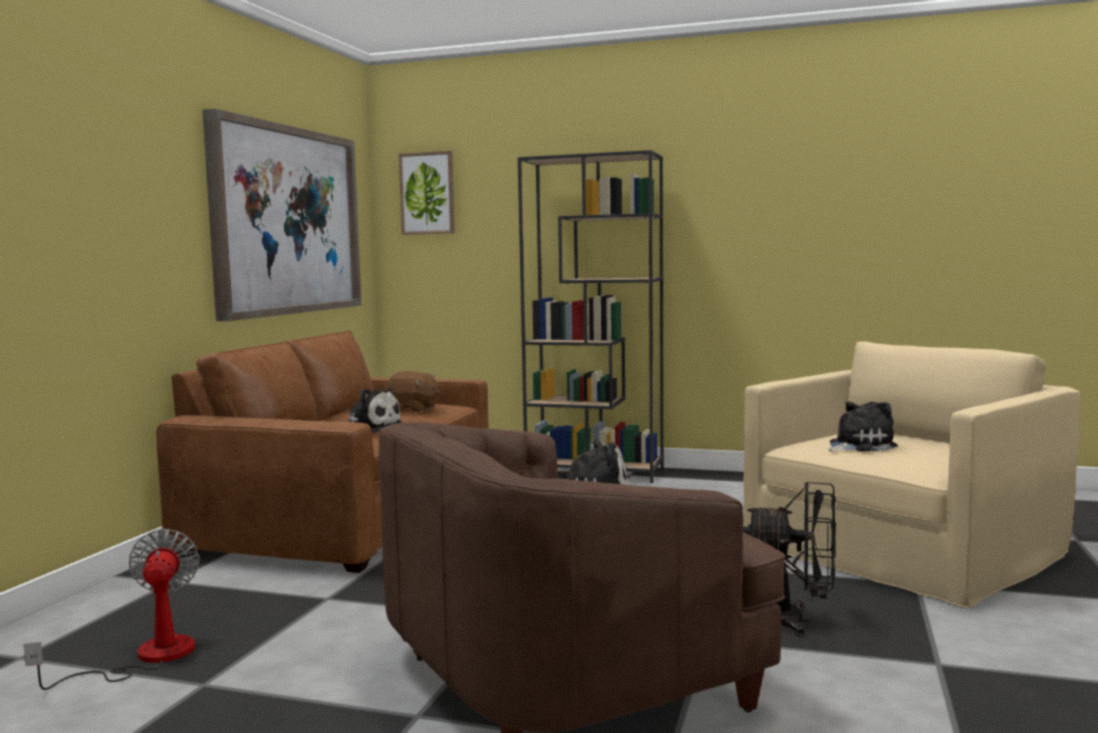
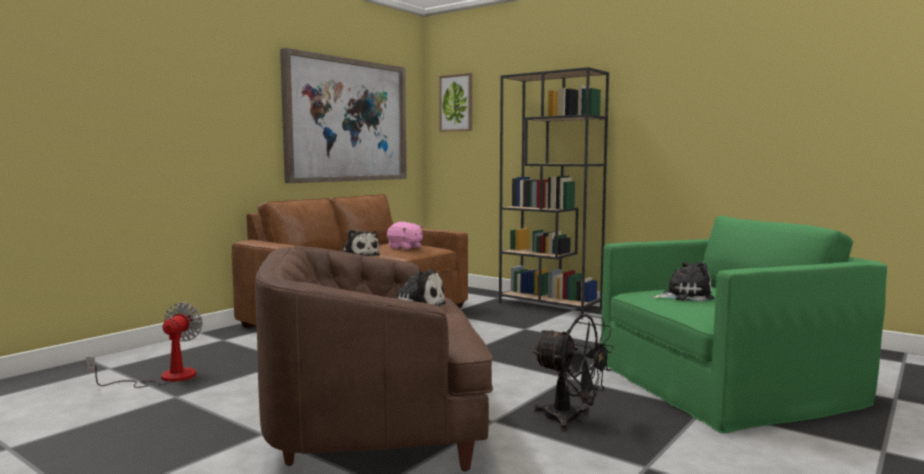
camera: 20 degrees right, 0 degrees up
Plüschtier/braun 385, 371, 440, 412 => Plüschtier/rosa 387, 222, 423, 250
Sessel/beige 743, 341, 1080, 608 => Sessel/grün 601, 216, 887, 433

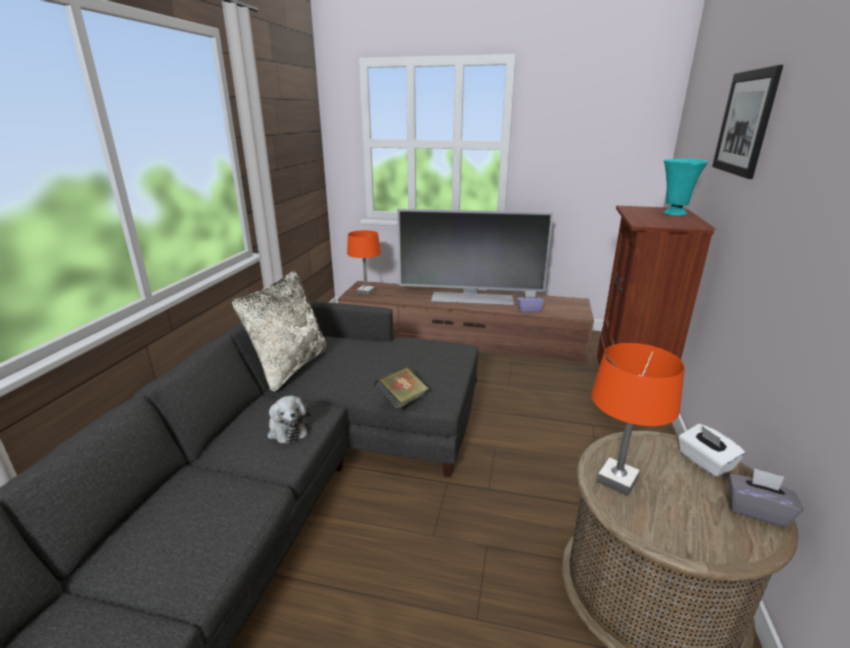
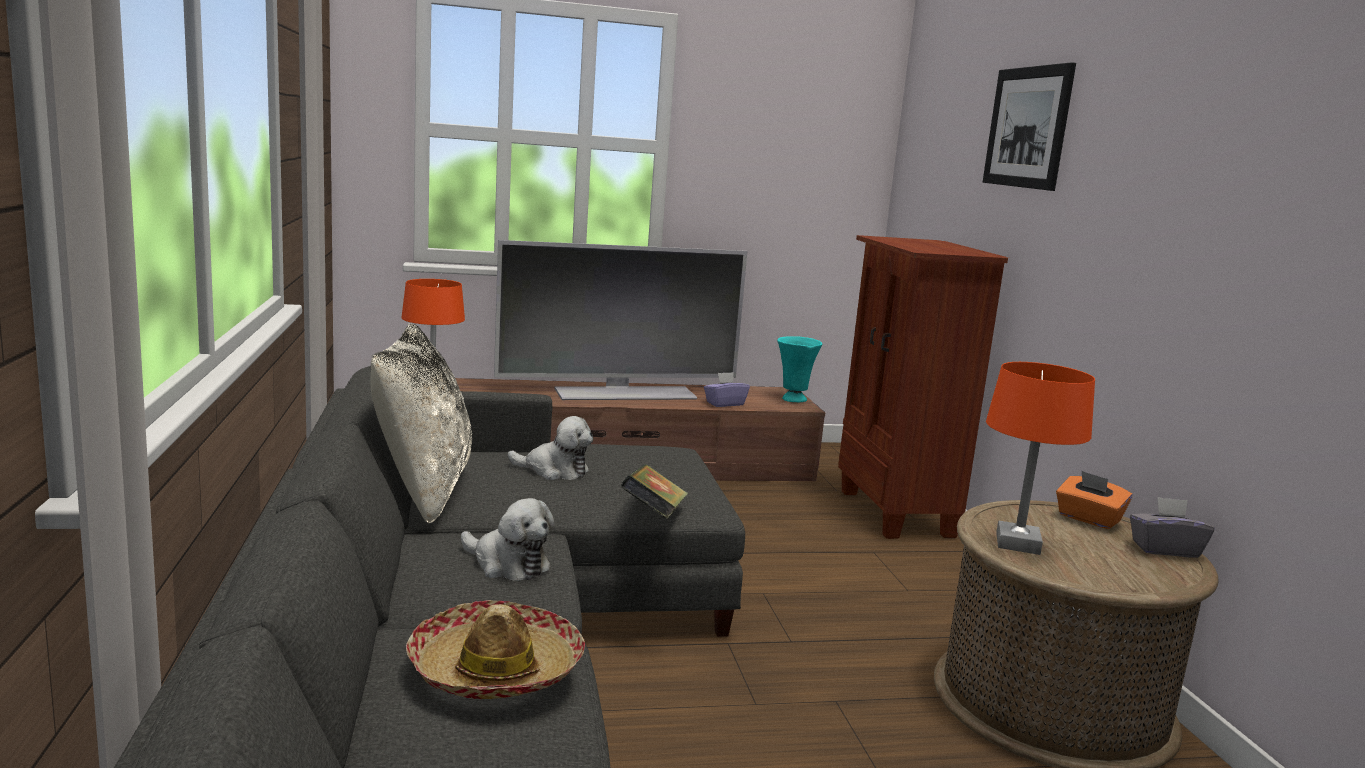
camera: 25 degrees left, 10 degrees down
nothing => Hut 406, 600, 585, 699
nothing => Plüschtier 508, 416, 593, 480
Vase/türkis 664, 159, 708, 216 => Vase/türkis 777, 336, 822, 402, moved
Taschentuchbox/weiß 678, 424, 745, 477 => Taschentuchbox/orange 1056, 471, 1132, 529

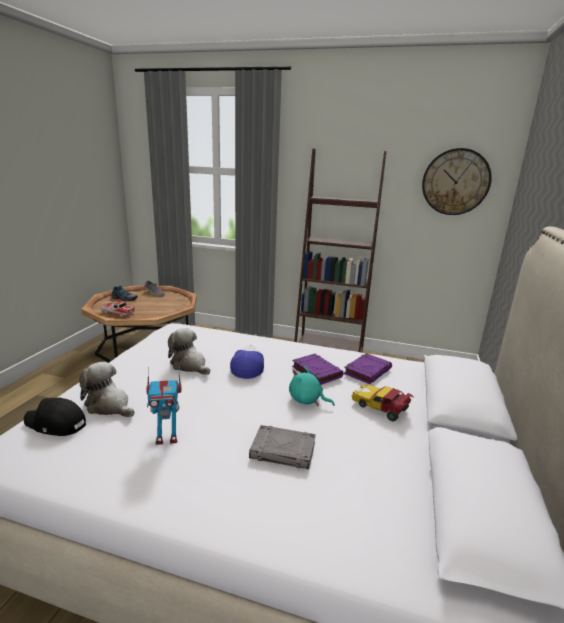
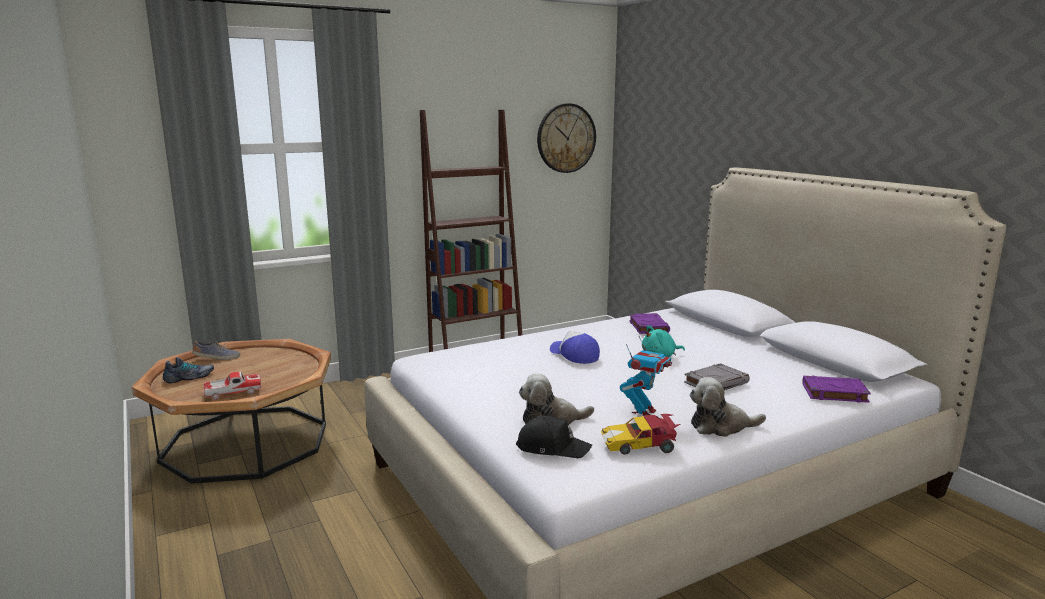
camera: 45 degrees left, 5 degrees down
Kappe/schwarz 24, 398, 86, 436 => Kappe/schwarz 516, 415, 592, 458, 135 degrees counterclockwise
Spielzeugauto 352, 385, 414, 421 => Spielzeugauto 601, 414, 680, 455, moved
Plüschtier 168, 328, 210, 375 => Plüschtier 690, 377, 766, 437, moved
Buch/lila 292, 354, 344, 385 => Buch/lila 802, 376, 871, 403, moved

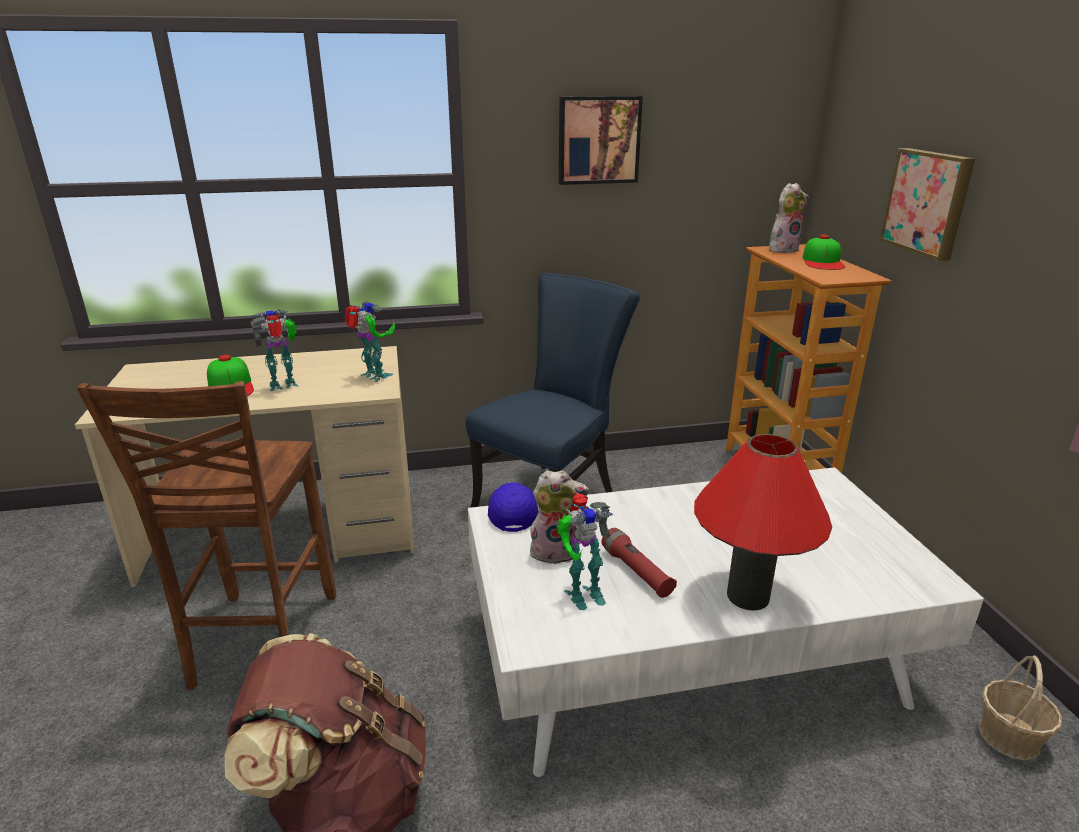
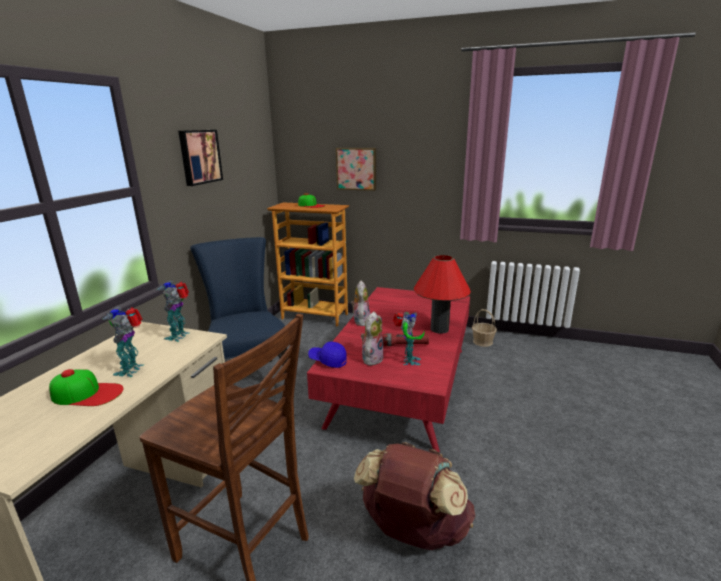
camera: 60 degrees left, 5 degrees down
Spielzeugroboter 345, 301, 395, 382 => Spielzeugroboter 157, 281, 190, 342, 60 degrees counterclockwise
Couchtisch/weiß 468, 467, 984, 777 => Couchtisch/rot 307, 287, 470, 452
Plüschtier 769, 183, 809, 253 => Plüschtier 351, 281, 370, 326, moved

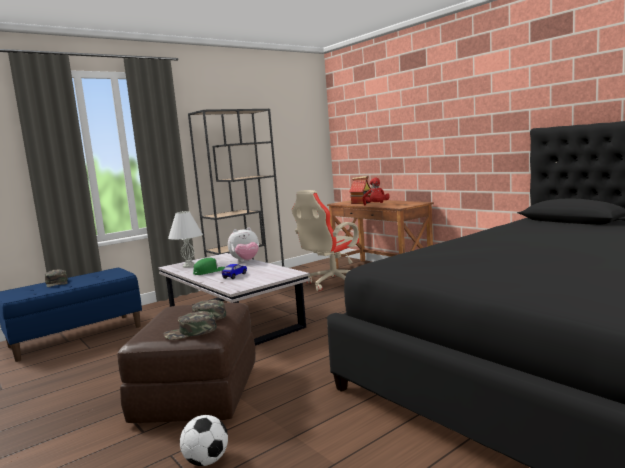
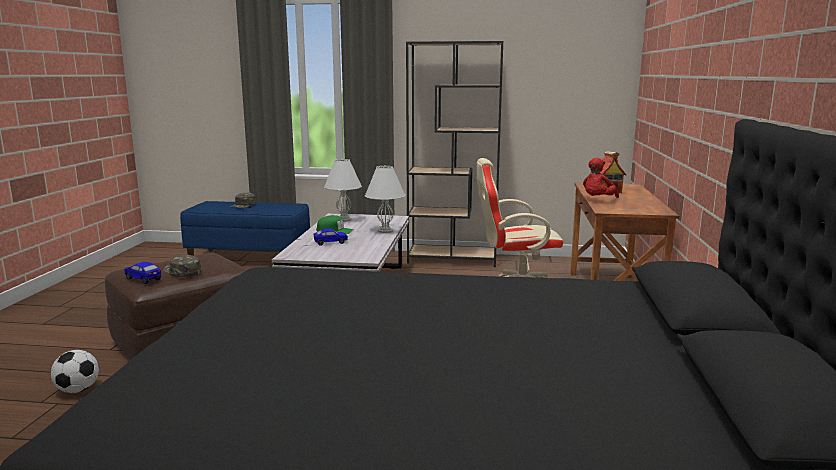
camera: 45 degrees right, 5 degrees up
Kappe/grün 163, 311, 216, 340 => Spielzeugauto 124, 262, 161, 284
Plüschtier 228, 227, 259, 262 => Tischlampe/weiß 365, 165, 405, 233

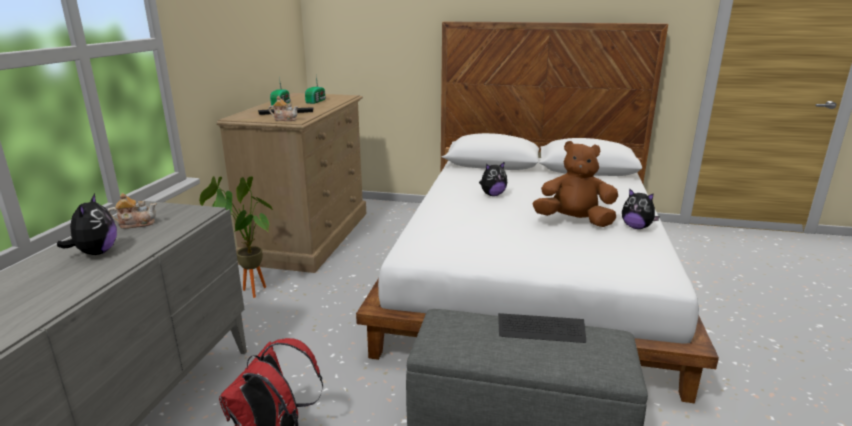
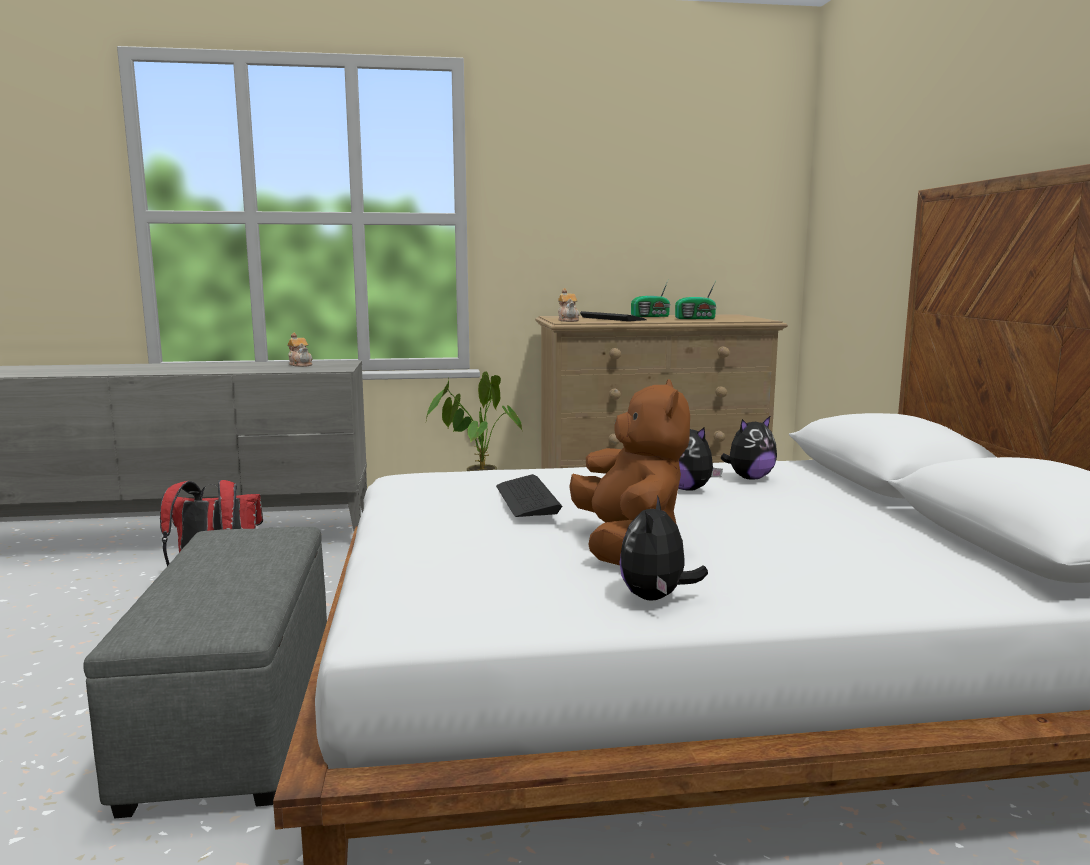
camera: 70 degrees right, 10 degrees down
Tastatur 498, 313, 586, 343 => Tastatur 496, 474, 562, 517, moved
Plüschtier 57, 193, 117, 255 => Plüschtier 720, 415, 777, 479, moved

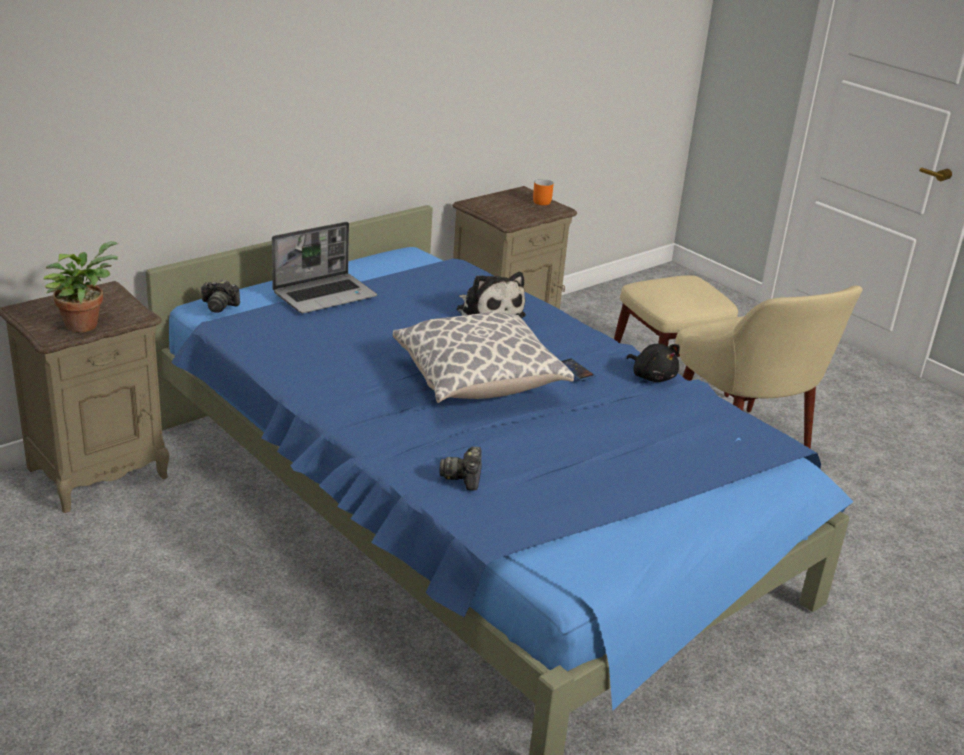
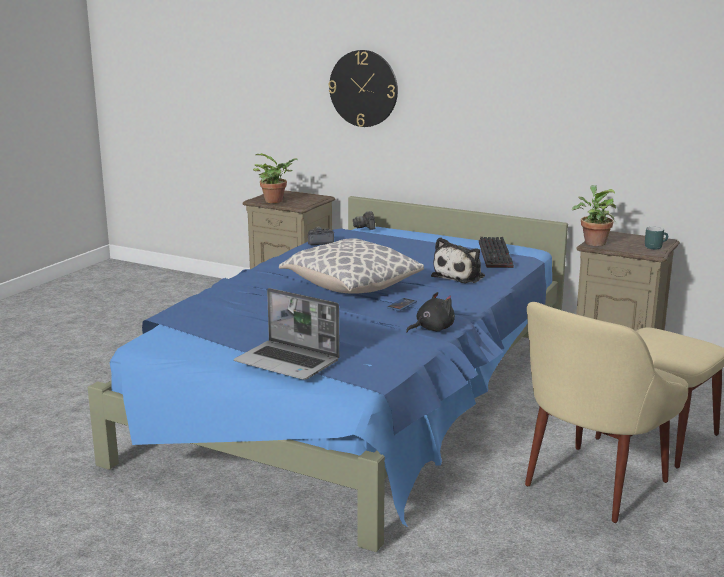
camera: 70 degrees right, 10 degrees down
Laptop 272, 222, 377, 313 => Laptop 234, 288, 340, 380, moved
Kamera 440, 447, 482, 490 => Kamera 308, 227, 334, 245, moved
nothing => Wanduhr 329, 50, 398, 127
Plüschtier/schwarz 627, 344, 680, 382 => Plüschtier/schwarz 406, 292, 455, 332, 150 degrees counterclockwise
nothing => Tastatur 479, 237, 514, 268
nothing => Topfpflanze 572, 185, 616, 246
Henkelbecher/orange 533, 179, 554, 205 => Henkelbecher/türkis 645, 227, 668, 249

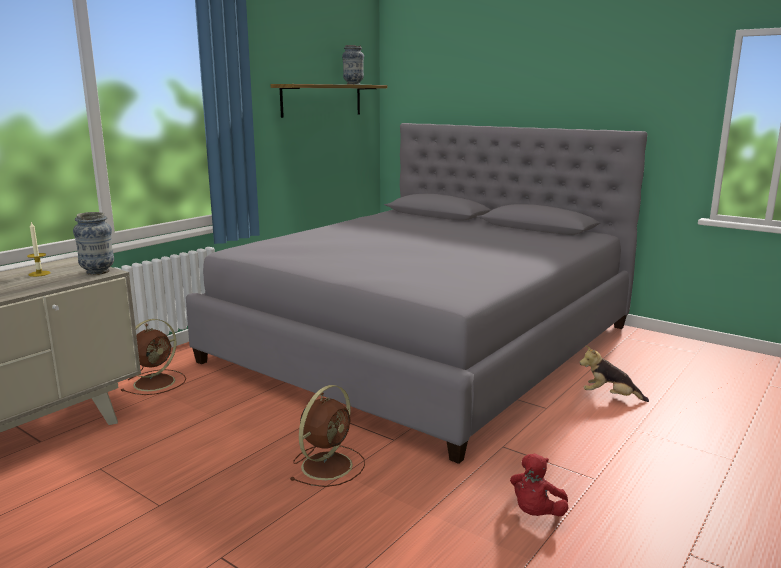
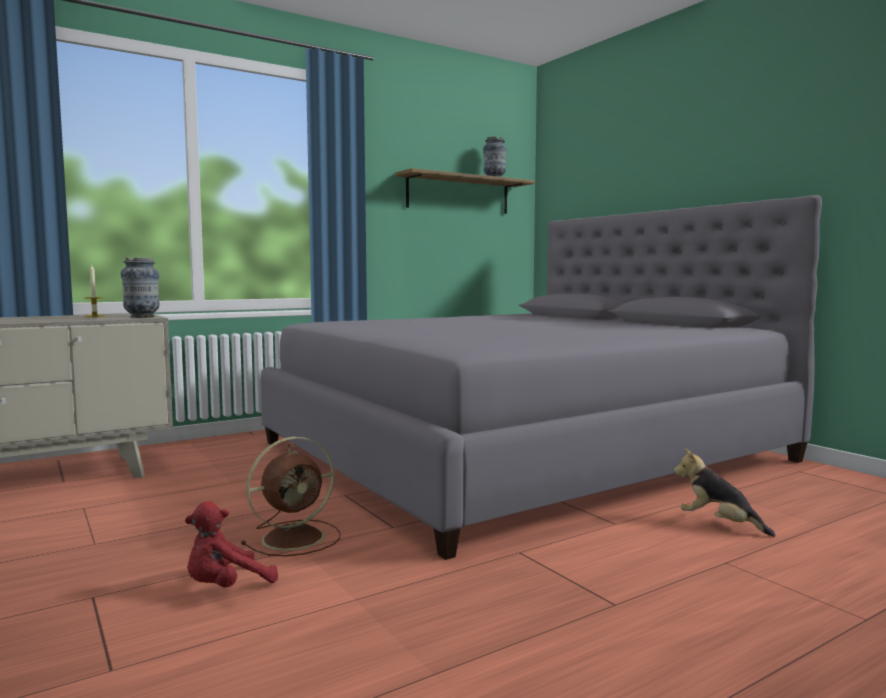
camera: 20 degrees right, 10 degrees down
Plüschtier/rot 510, 453, 568, 516 => Plüschtier/rot 185, 502, 278, 587, moved
Ventilator/braun 121, 319, 186, 395 => nothing

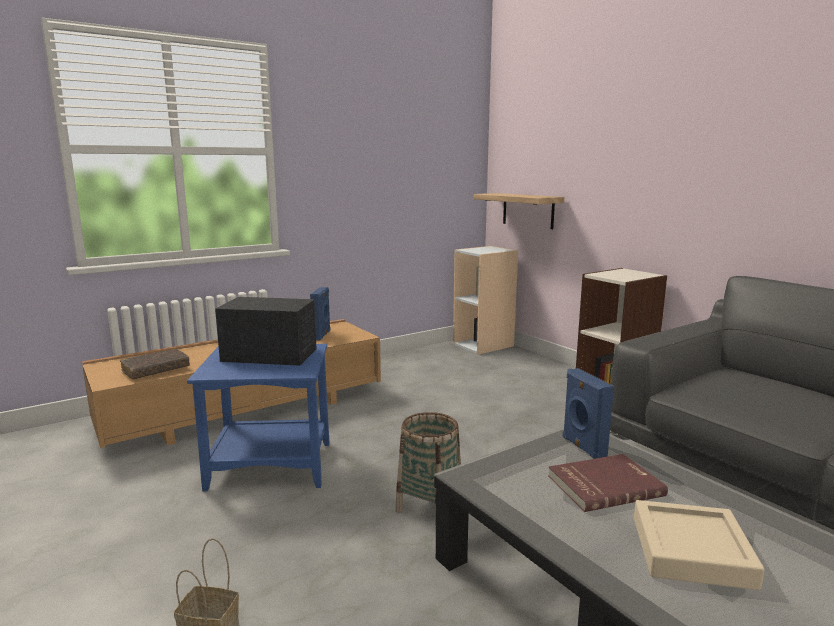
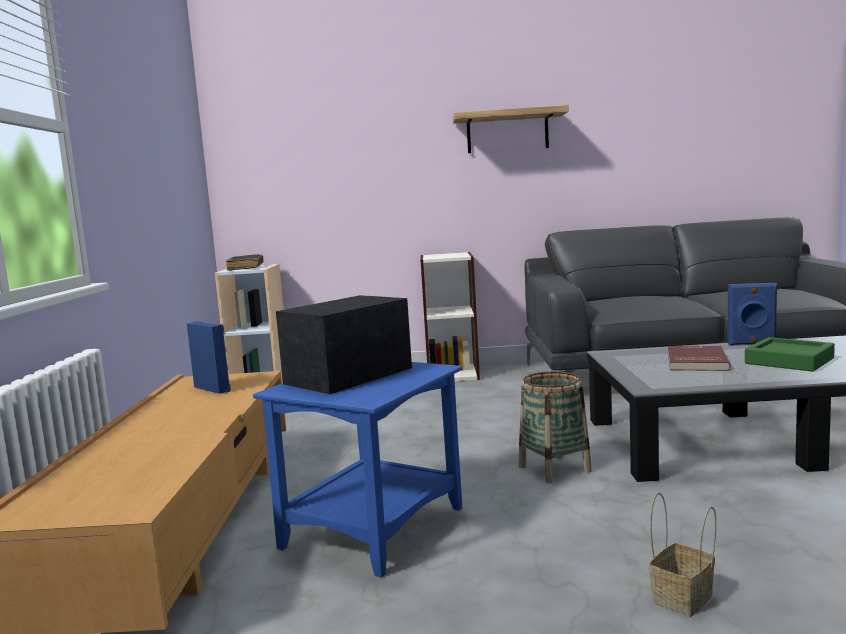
camera: 55 degrees left, 5 degrees down
Buch/braun 120, 349, 190, 379 => Buch/braun 226, 254, 263, 271, moved
Wandregal 474, 193, 564, 229 => Wandregal 453, 105, 569, 153, moved
Lautsprecher/blau 563, 368, 614, 459 => Lautsprecher/blau 727, 283, 778, 345, moved
Tablett/beige 634, 500, 764, 590 => Tablett/grün 745, 337, 835, 371

